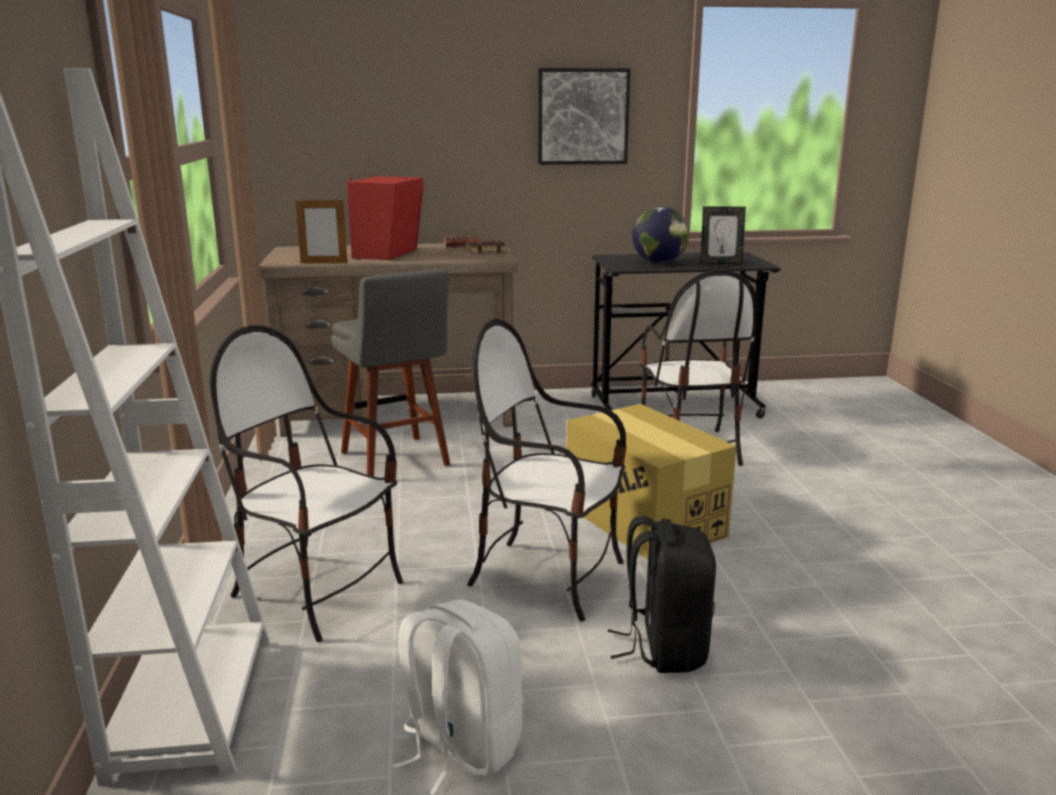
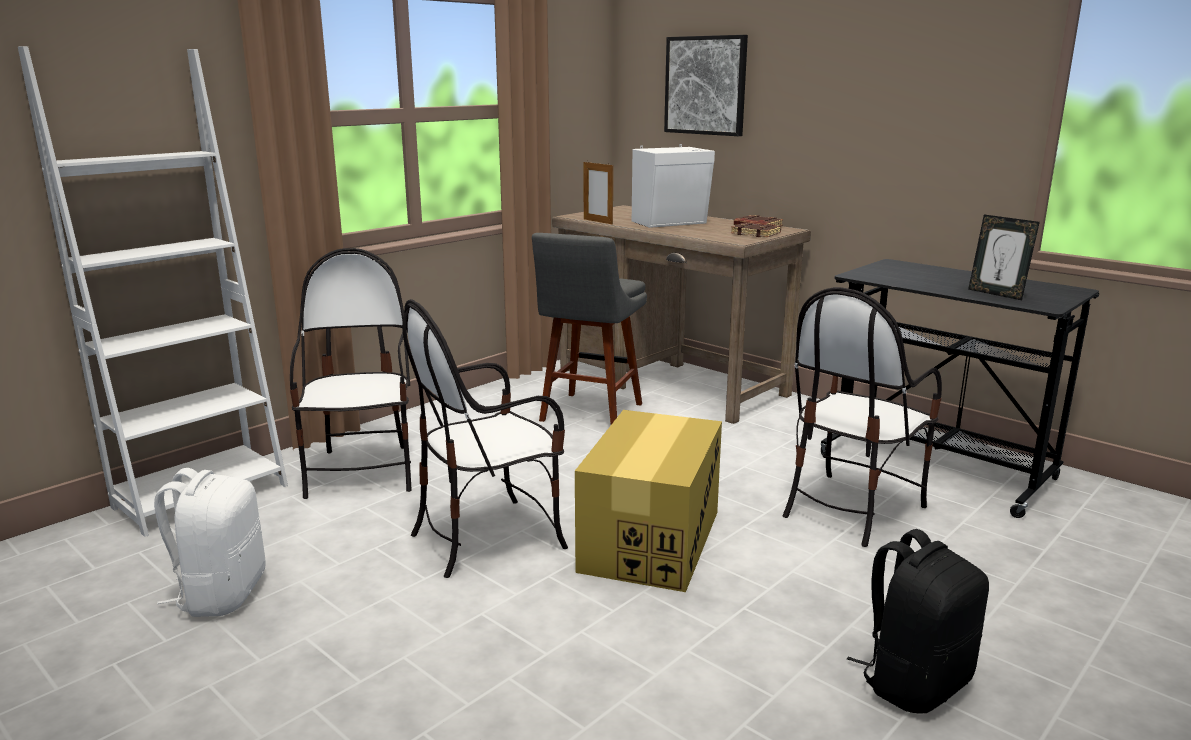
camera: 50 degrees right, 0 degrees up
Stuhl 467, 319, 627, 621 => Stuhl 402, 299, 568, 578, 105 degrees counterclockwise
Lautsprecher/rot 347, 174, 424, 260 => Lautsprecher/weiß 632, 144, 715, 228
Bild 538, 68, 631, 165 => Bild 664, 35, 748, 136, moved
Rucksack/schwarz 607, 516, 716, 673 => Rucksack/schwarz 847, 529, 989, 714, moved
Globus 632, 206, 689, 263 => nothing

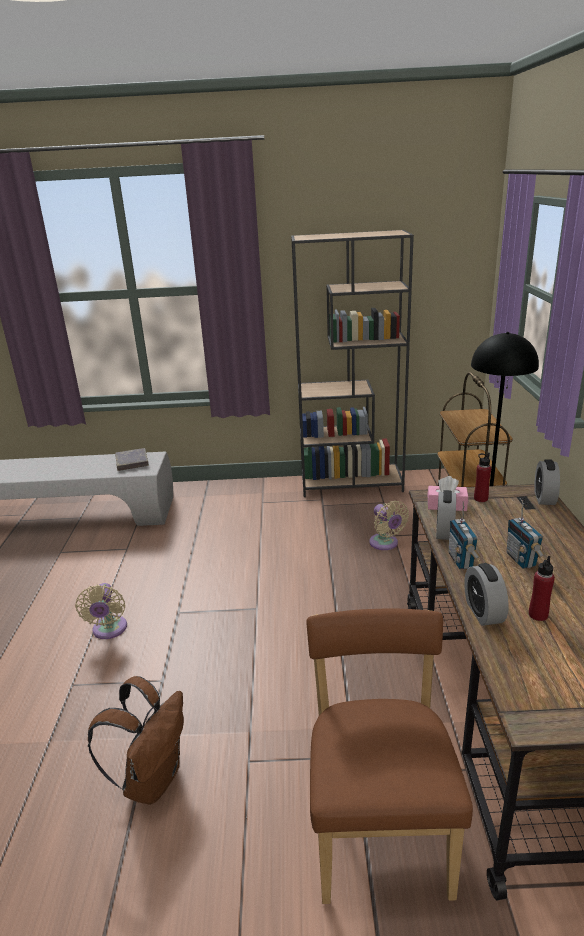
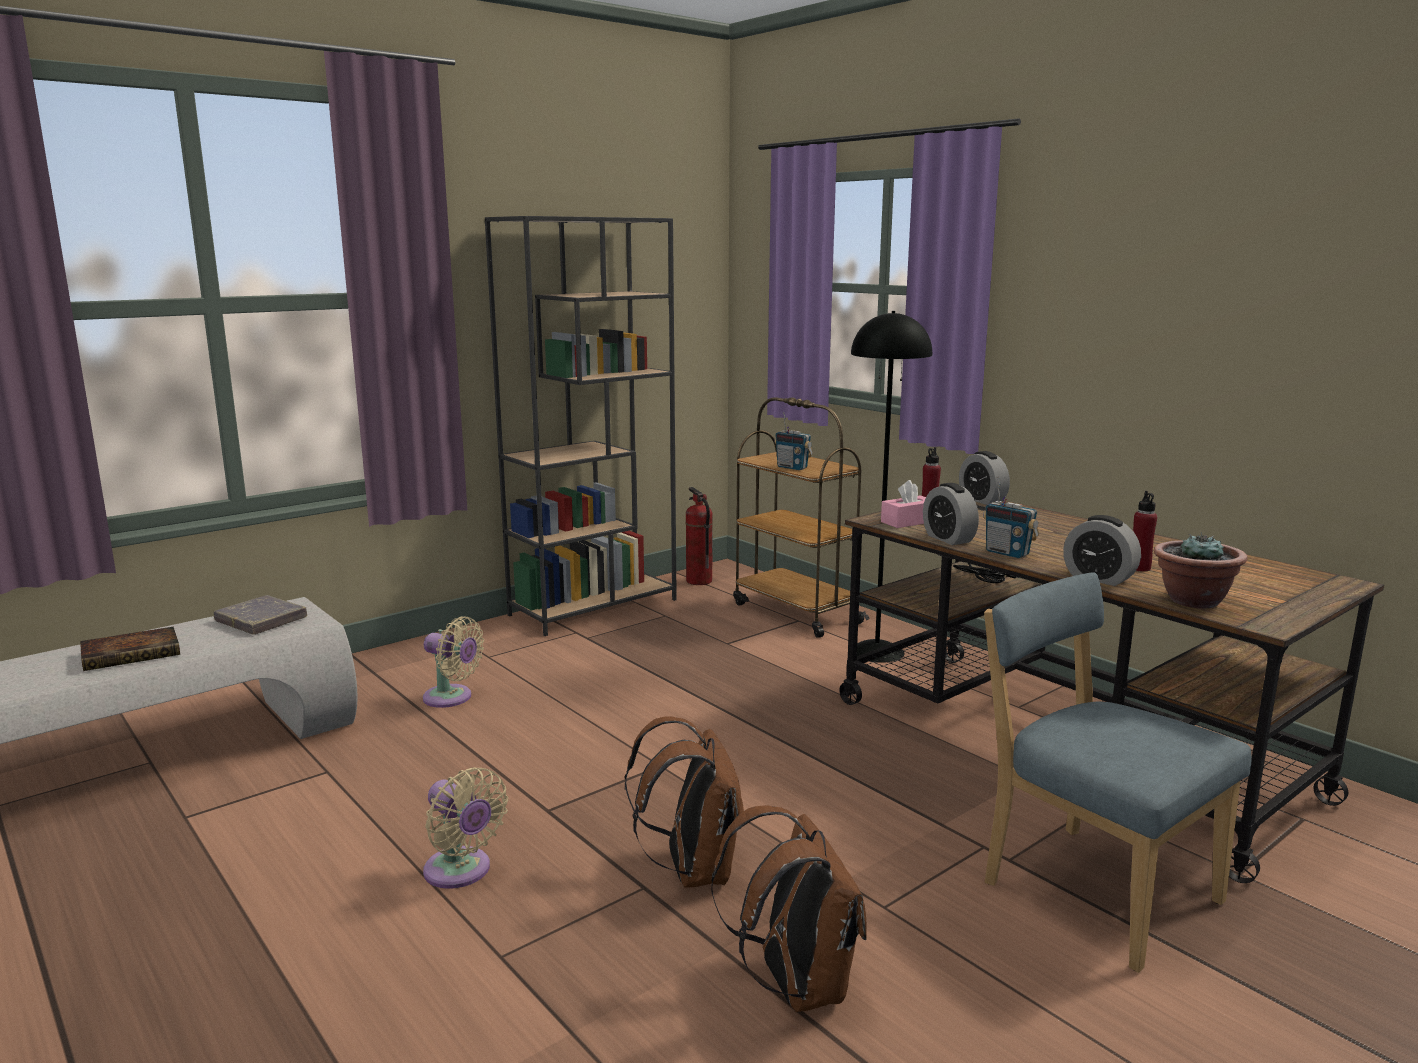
camera: 40 degrees left, 10 degrees down
nothing => Buch 80, 626, 180, 671
Ventilator/beige 369, 501, 409, 550 => Ventilator/beige 423, 616, 484, 708, moved
nothing => Rucksack/braun 625, 716, 744, 888
nothing => Feuerlöscher 685, 487, 713, 585
Radio 506, 500, 545, 569 => Radio 774, 412, 813, 470, moved
Stuhl/braun 306, 609, 473, 904 => Stuhl/blau 984, 572, 1251, 973
nothing => Topfpflanze 1154, 532, 1247, 608

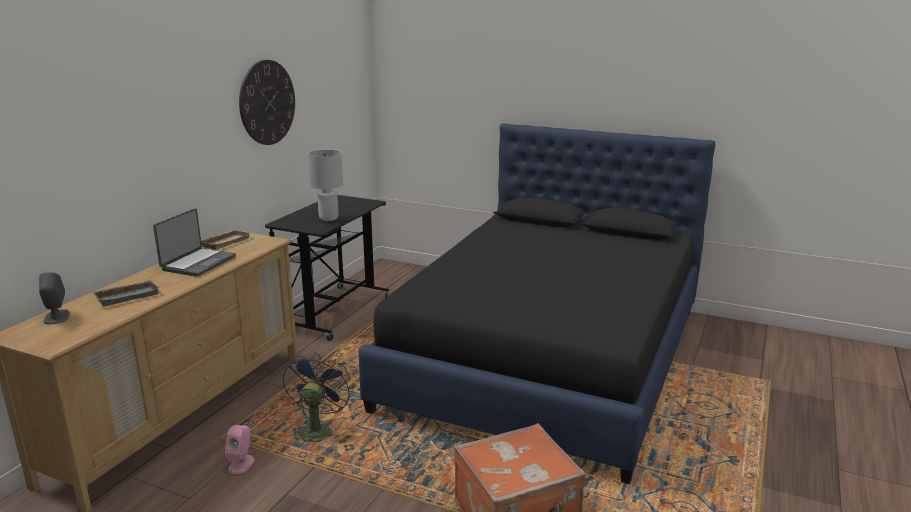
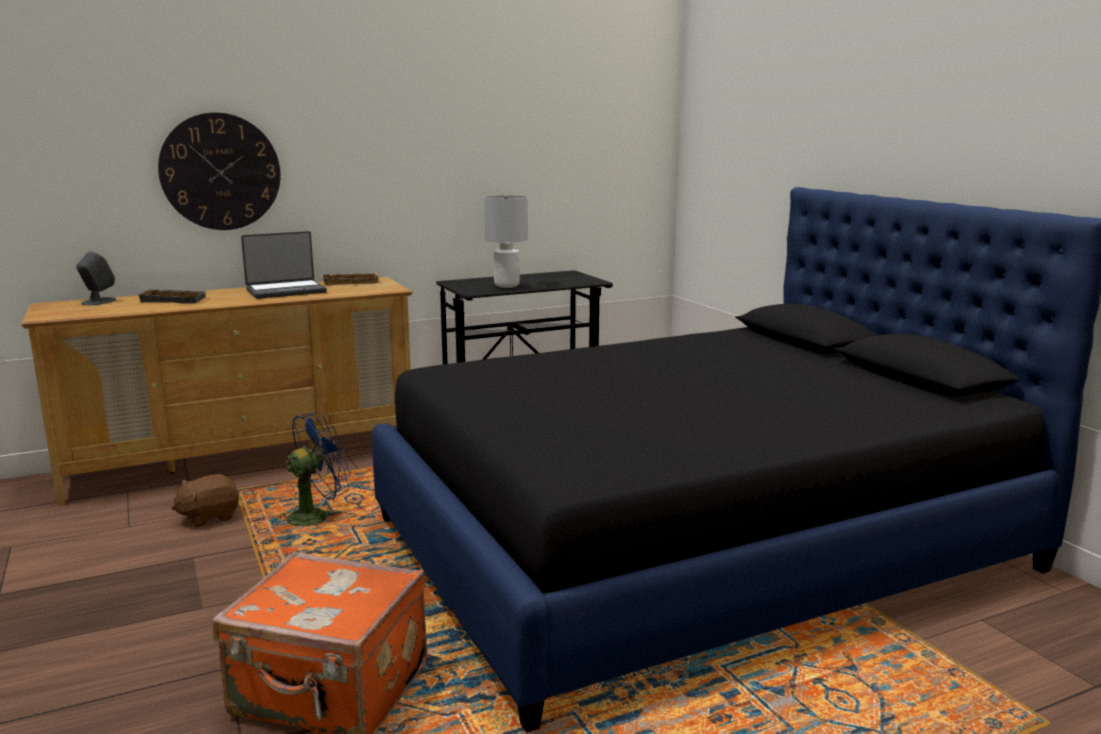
camera: 40 degrees right, 5 degrees down
Wanduhr 239, 60, 295, 145 => Wanduhr 158, 112, 280, 230, moved
Lautsprecher/rosa 225, 425, 255, 474 => Plüschtier/braun 171, 474, 239, 528

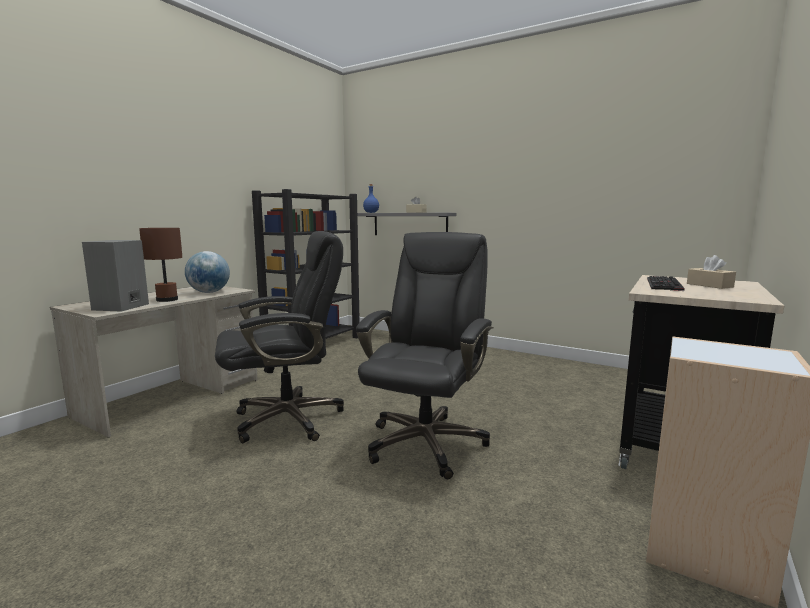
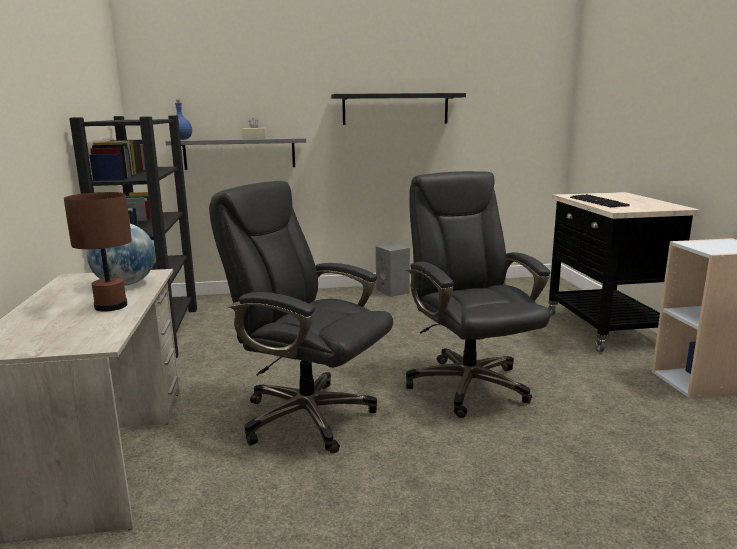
camera: 40 degrees left, 5 degrees up
Bürostuhl/schwarz 215, 231, 344, 443 => Bürostuhl/schwarz 209, 181, 393, 453, 90 degrees counterclockwise
nothing => Wandregal/schwarz 331, 93, 466, 125
Lautsprecher/grau 82, 240, 149, 312 => Lautsprecher/grau 376, 243, 410, 297, moved
Taschentuchbox/beige 687, 255, 736, 289 => nothing

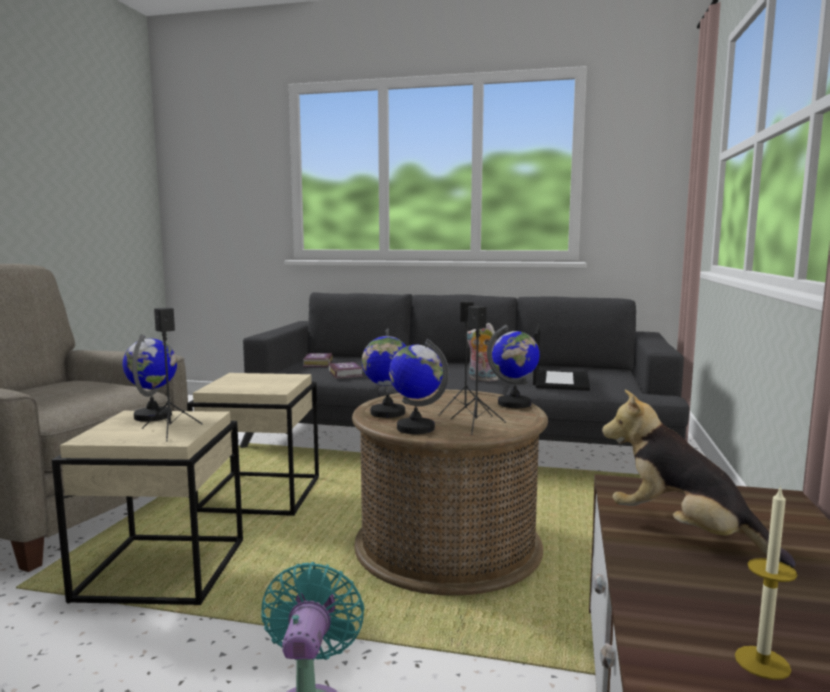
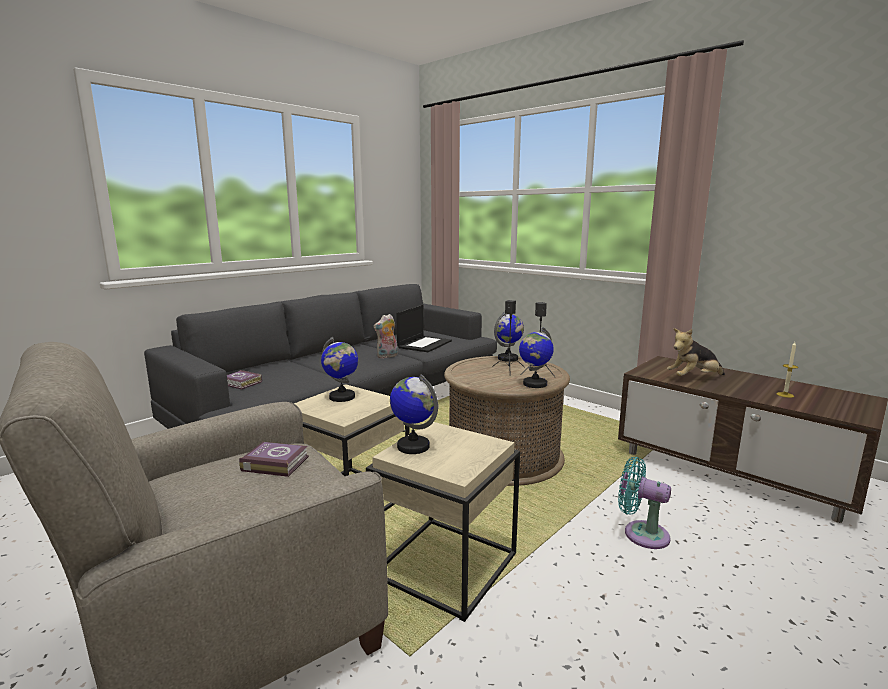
camera: 60 degrees left, 5 degrees up
Buch 329, 362, 363, 379 => Buch 239, 442, 309, 477, moved
Globus 362, 328, 406, 418 => Globus 321, 337, 358, 402, moved
Laptop 533, 324, 590, 391 => Laptop 396, 305, 452, 352, 75 degrees clockwise
Lautsprecher/schwarz 142, 307, 203, 441 => nothing

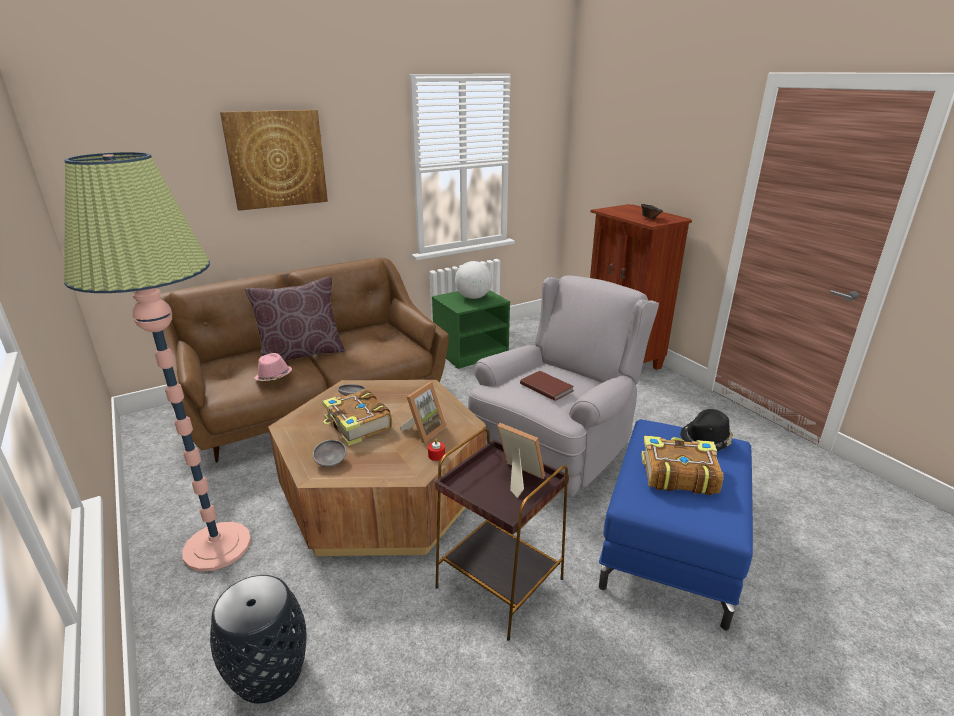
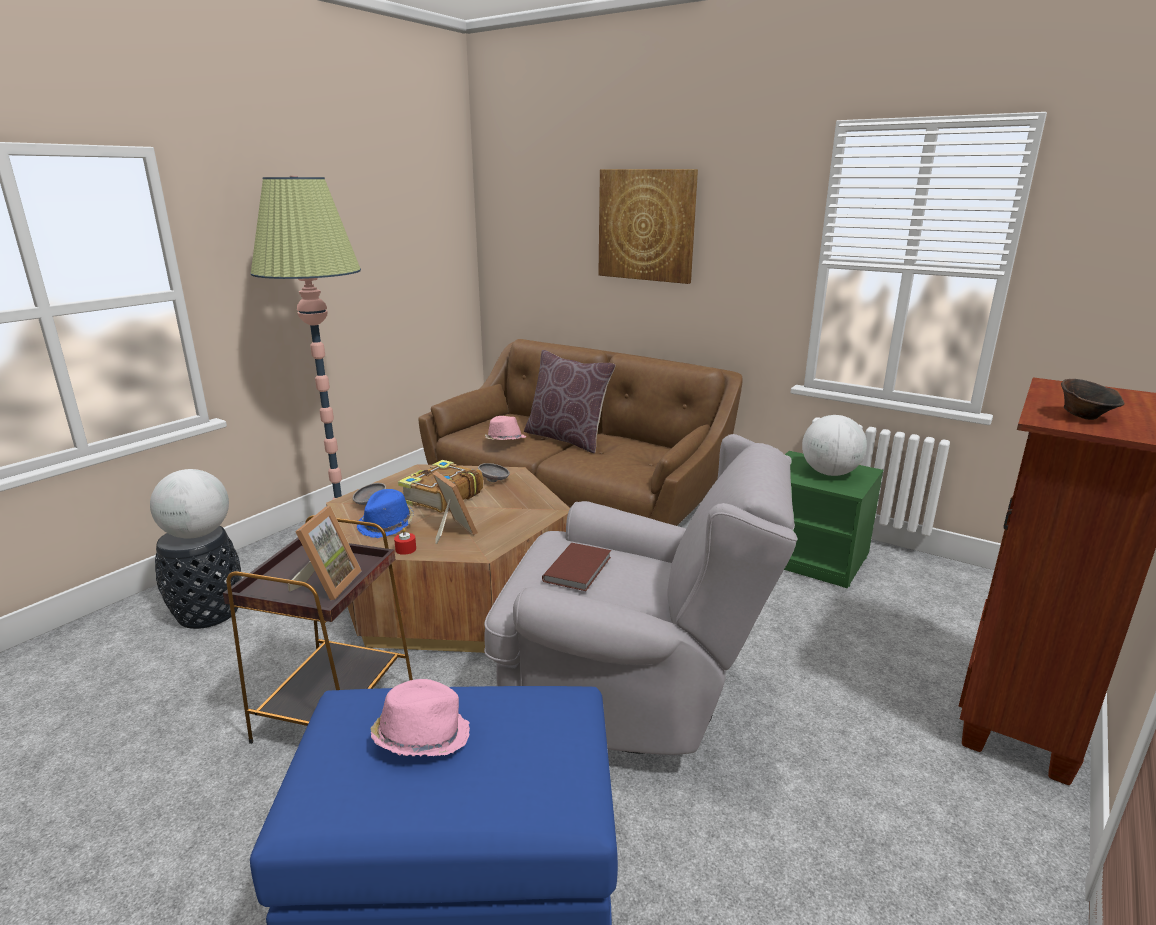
camera: 65 degrees right, 5 degrees down
nothing => Globus 150, 469, 229, 539
nothing => Hut/blau 357, 489, 414, 538
Buch 641, 435, 724, 495 => Hut/rosa 370, 679, 470, 757
Bilderrahmen 400, 382, 447, 443 => Bilderrahmen 432, 471, 478, 544, 135 degrees counterclockwise
Hut/schwarz 680, 409, 733, 451 => nothing

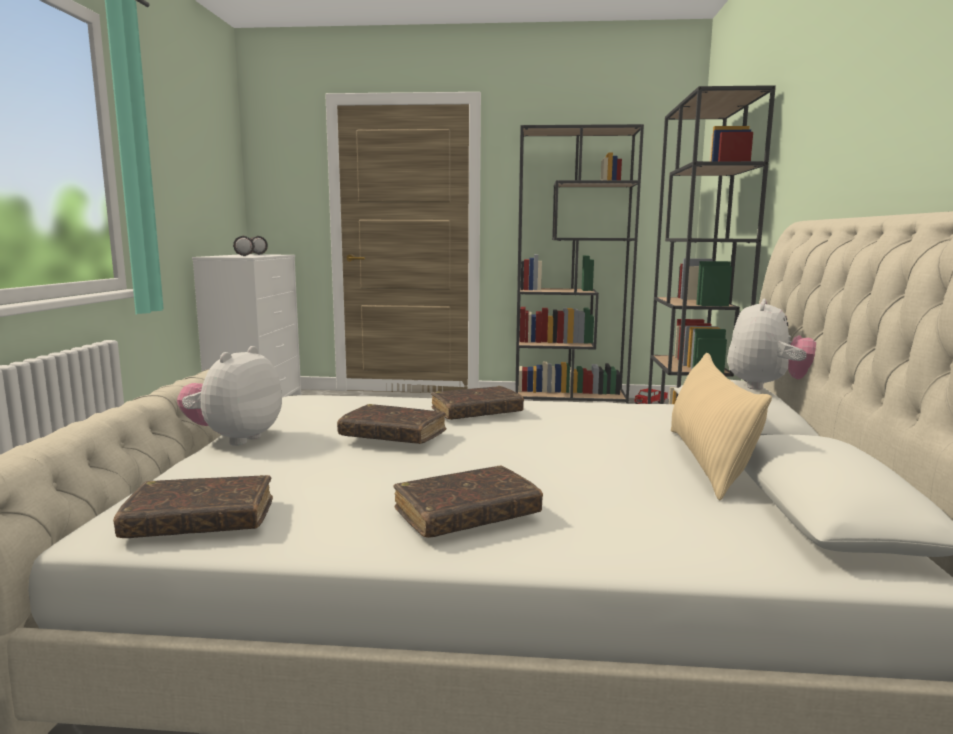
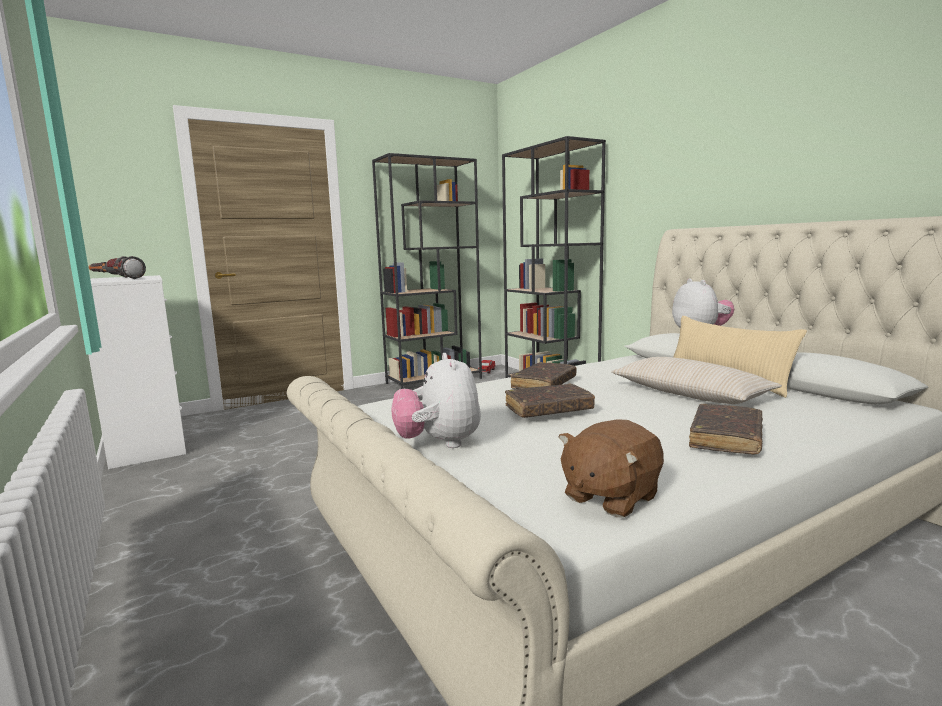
camera: 35 degrees left, 0 degrees up
Buch/braun 113, 475, 273, 538 => Plüschtier/braun 559, 419, 664, 517
nothing => Kissen/beige 611, 357, 782, 404

